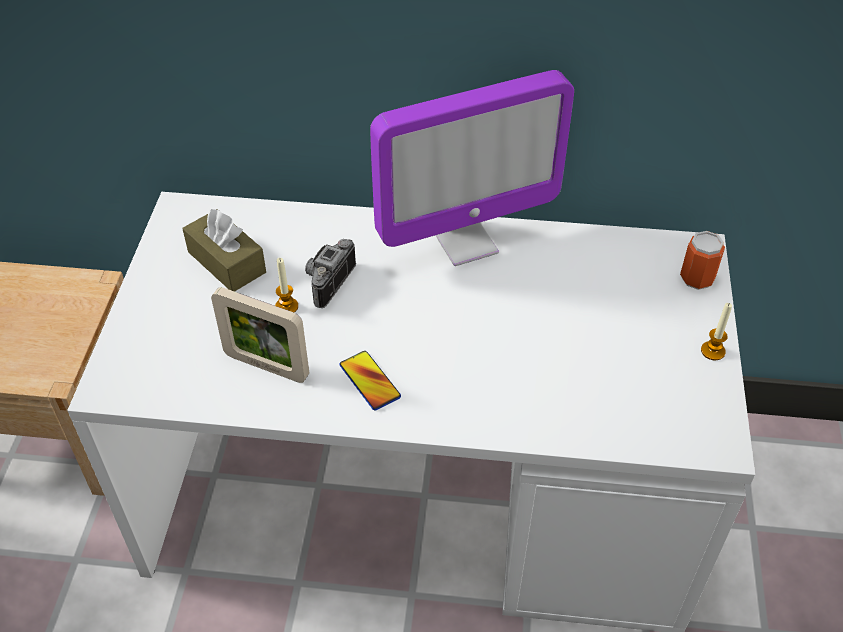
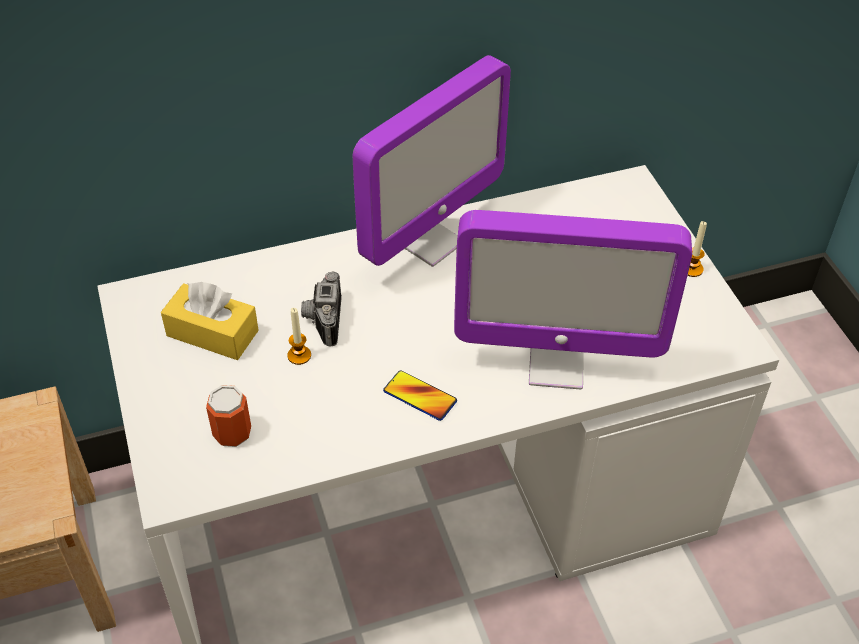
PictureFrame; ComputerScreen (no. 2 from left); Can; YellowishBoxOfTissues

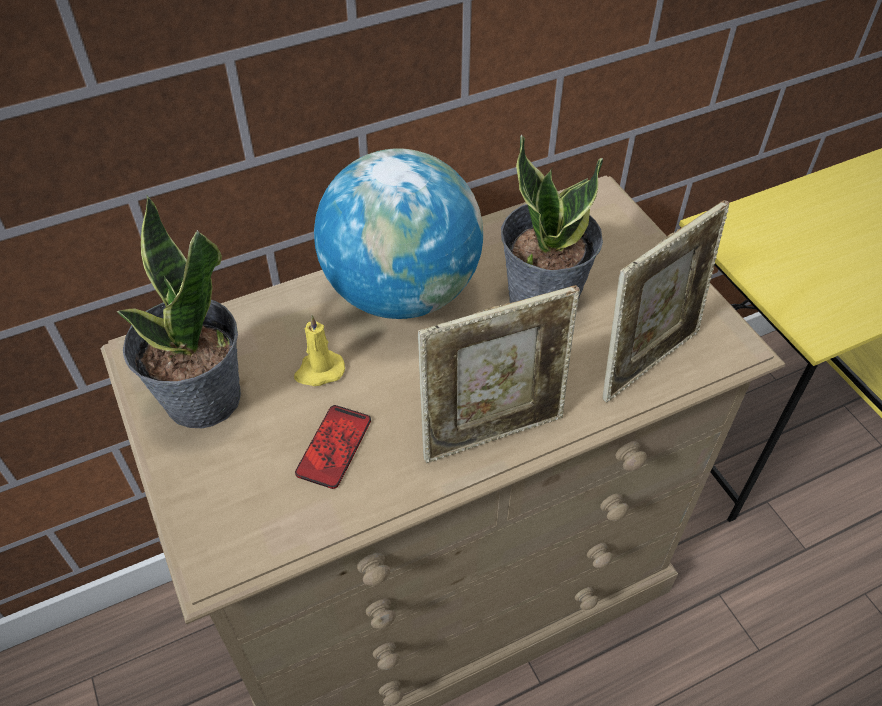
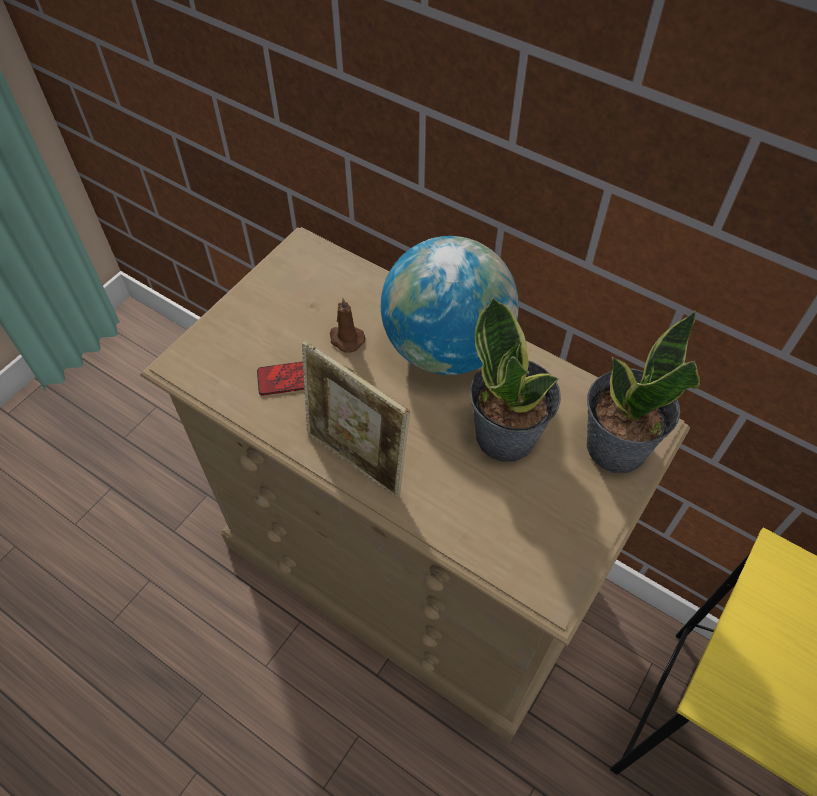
PictureFrame (no. 2 from left in the first image); PottedPlant (no. 2 from left); BrownWaxCandle

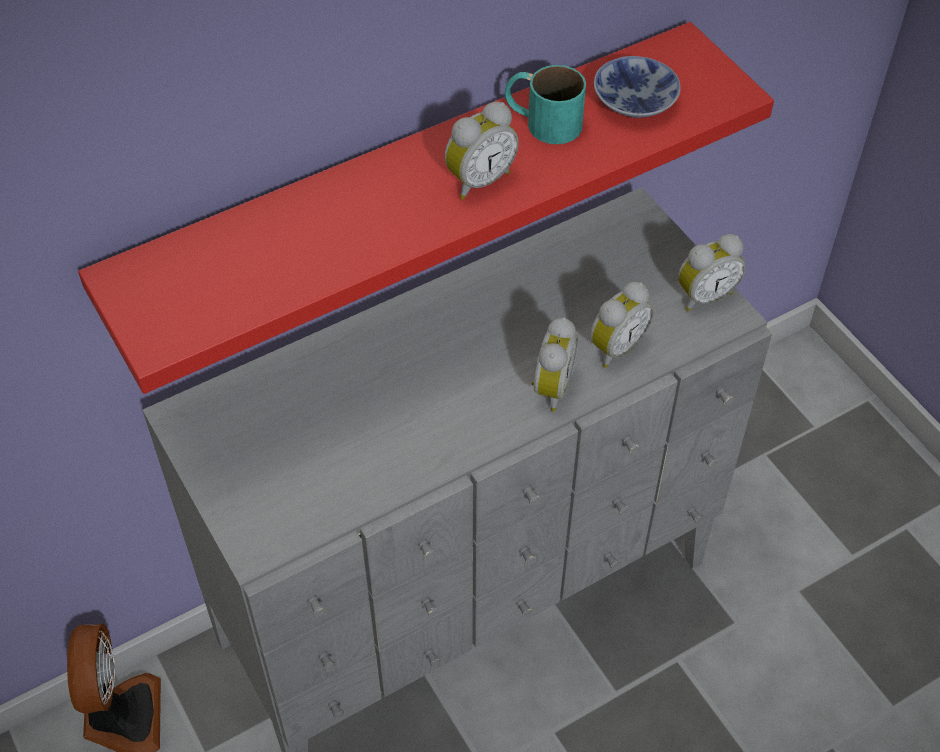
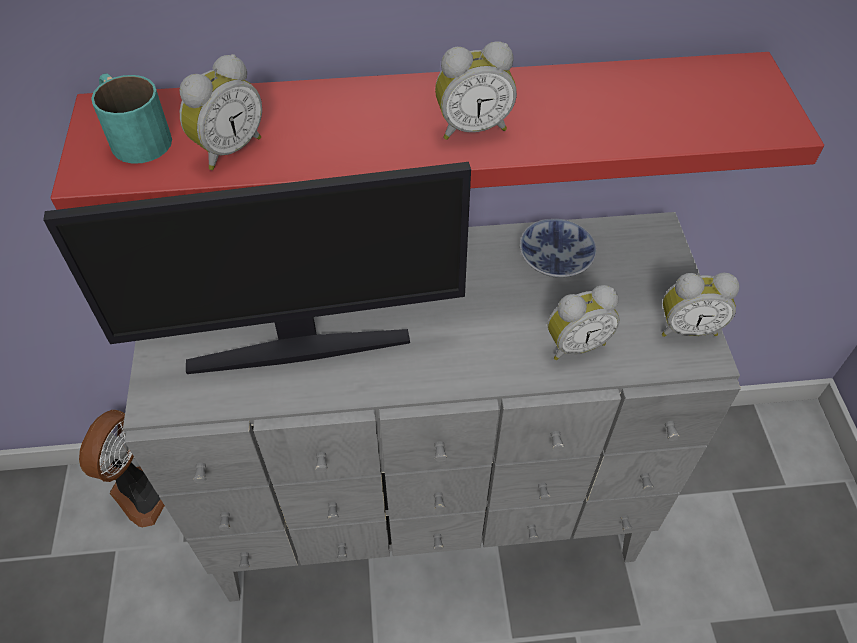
ComputerScreen; TurquoiseMug; TableClock (no. 1 from left); ServingBowl

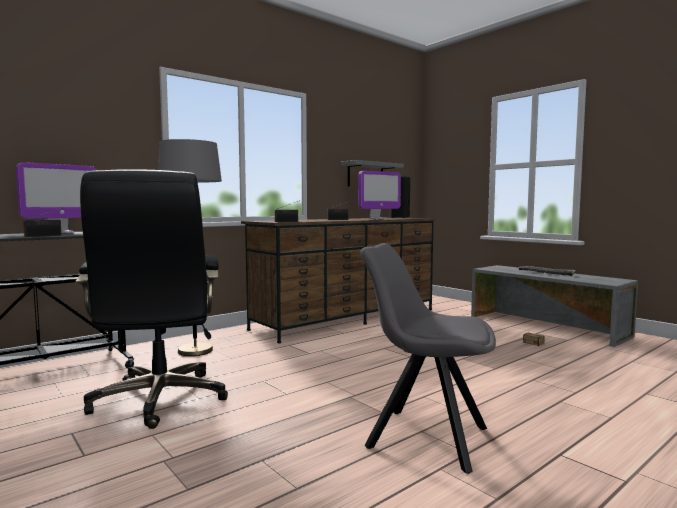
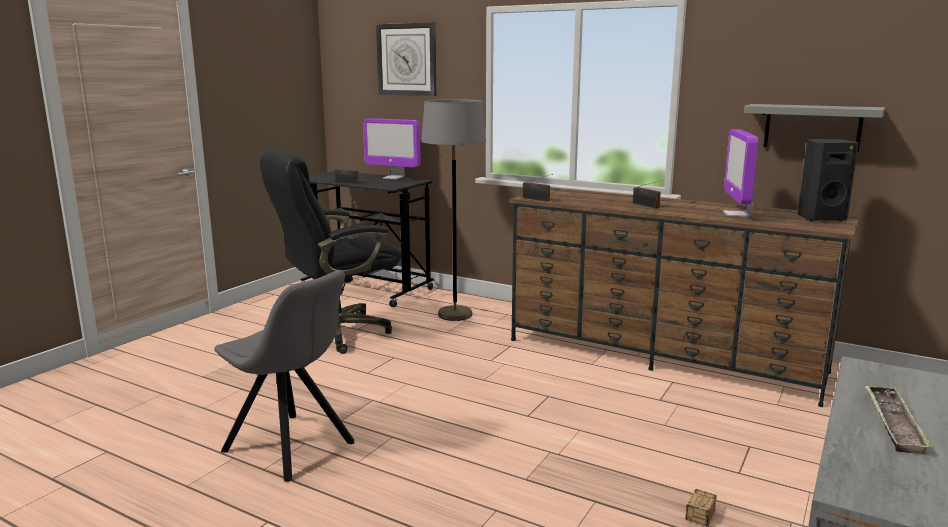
HangingClock; ComputerScreen (no. 2 from left); GrayPlainChair

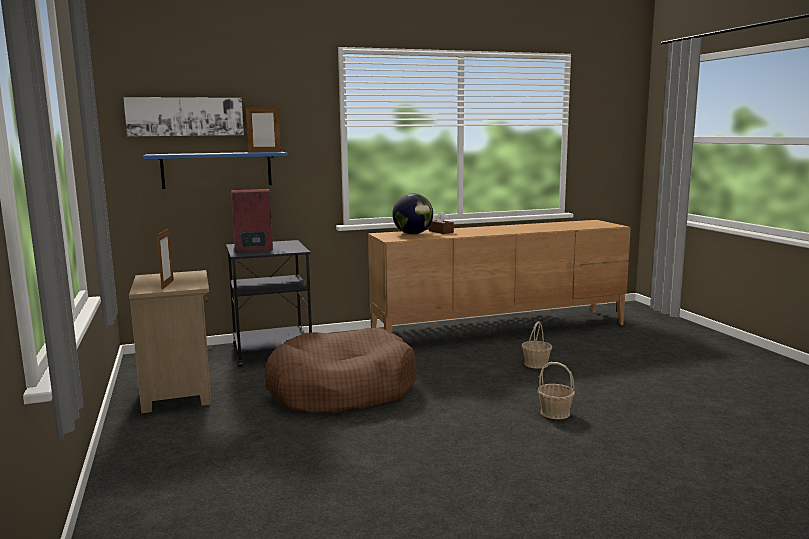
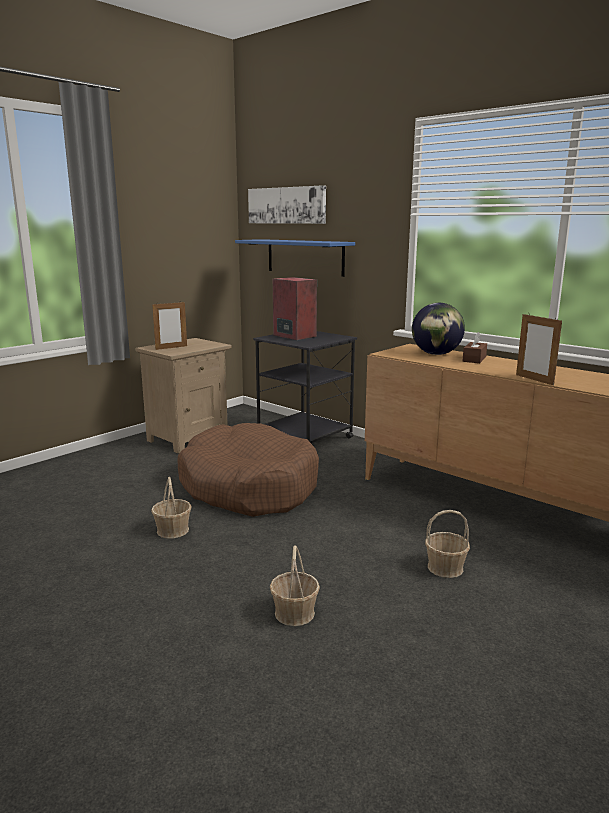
Basket (no. 1 from left); PictureFrame (no. 2 from left)

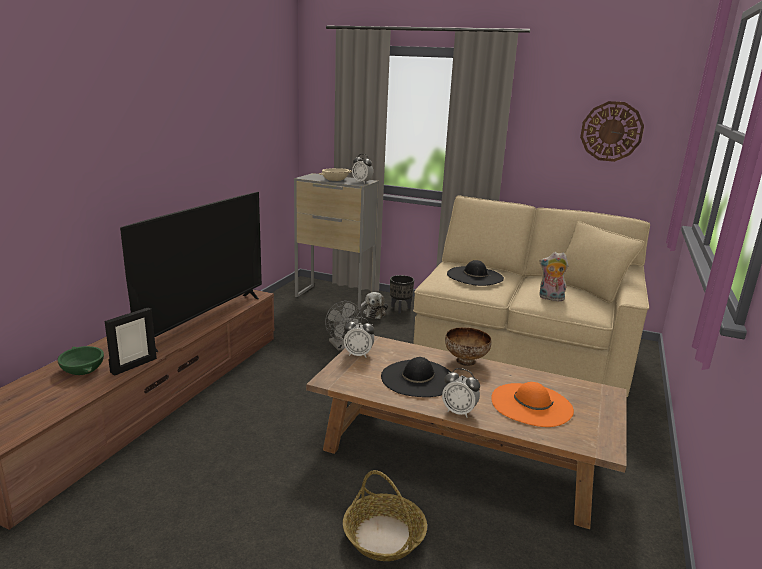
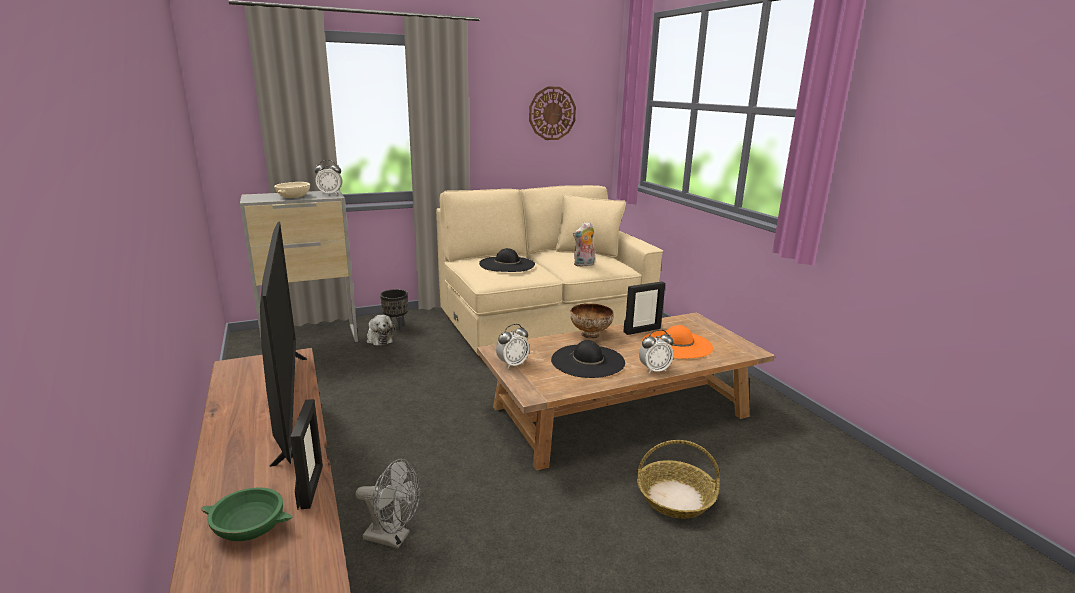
PictureFrame (no. 2 from left); GrayCoolingFan

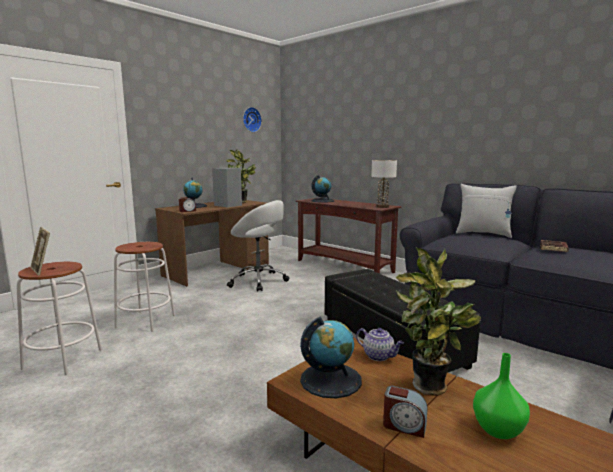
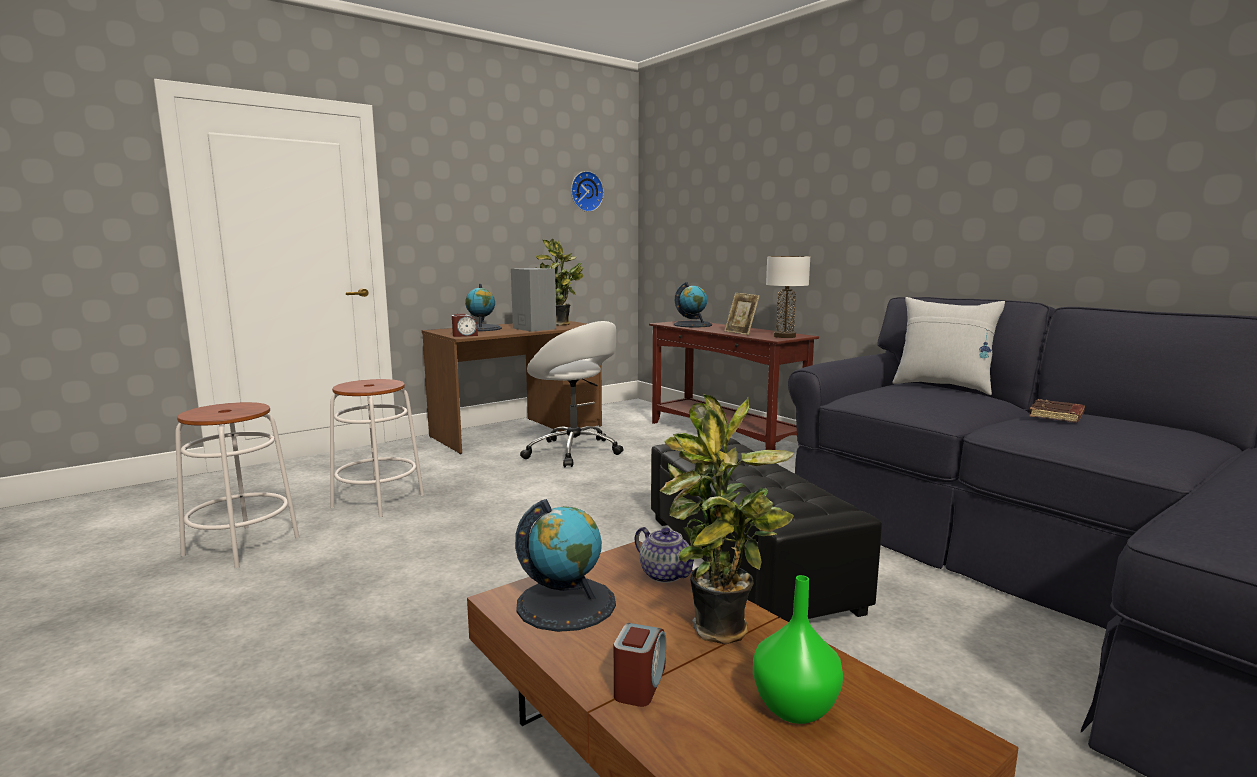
PictureFrame; TableClock (no. 2 from left)

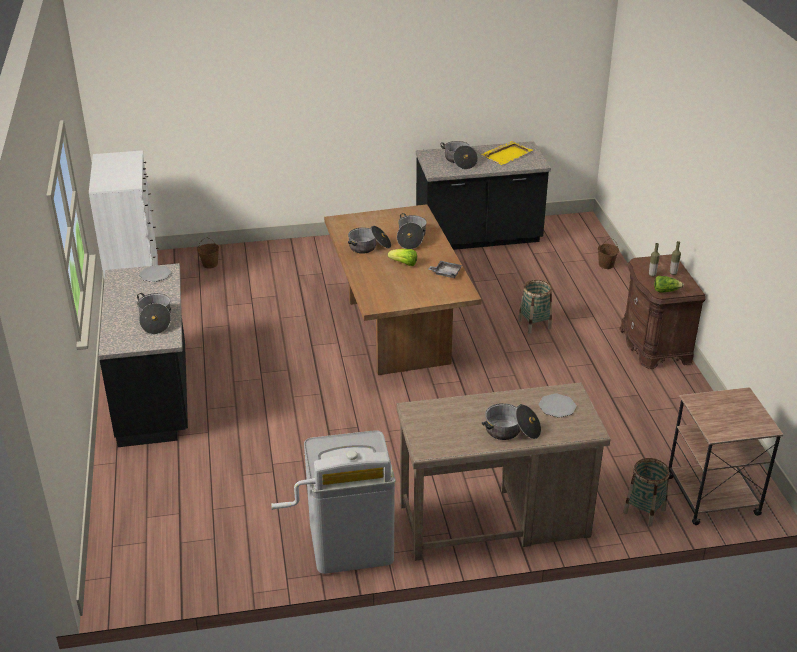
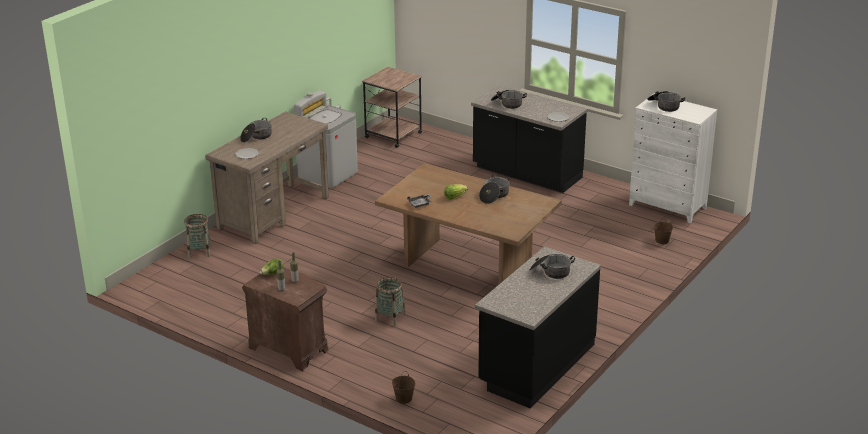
YellowishTray; CookingPot (no. 5 from left); BrownCart

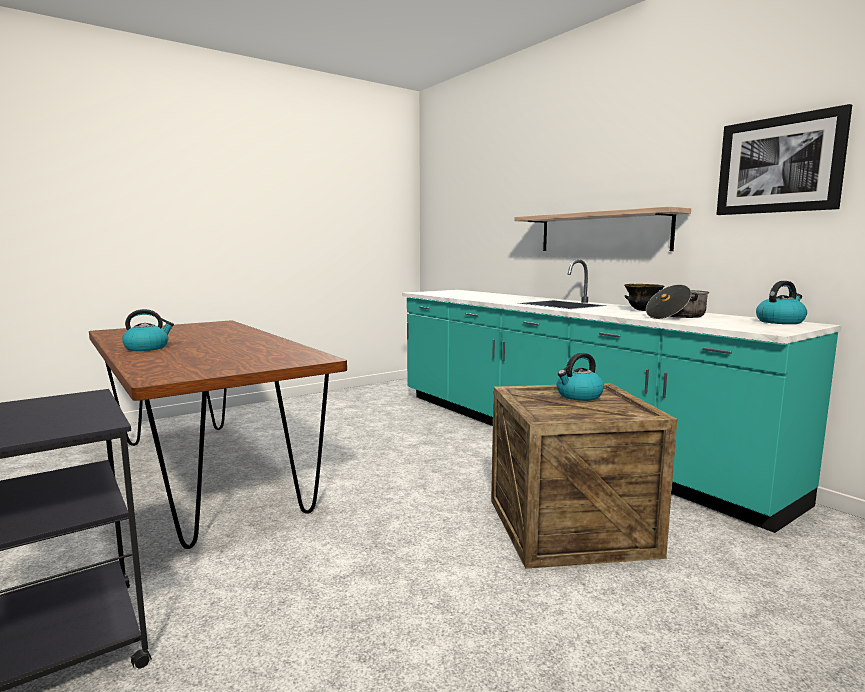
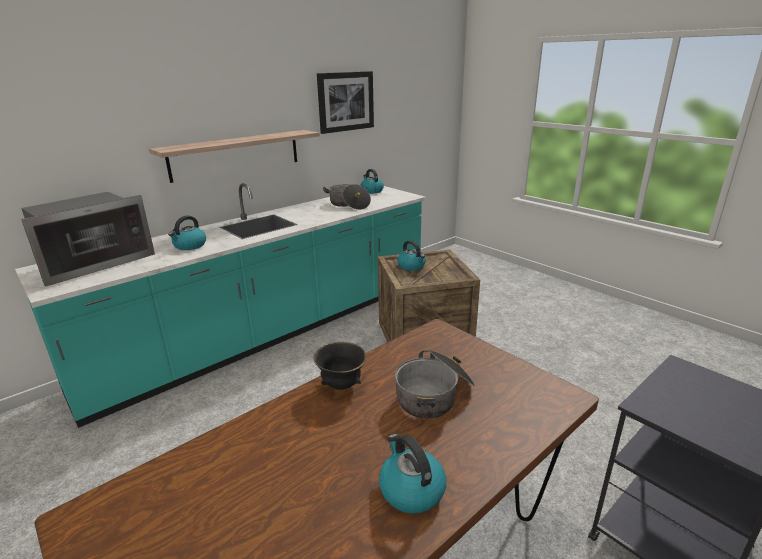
KitchenMicrowave; TeaKettle (no. 1 from left); CookingPot (no. 2 from left); BlackColouredServingBowl

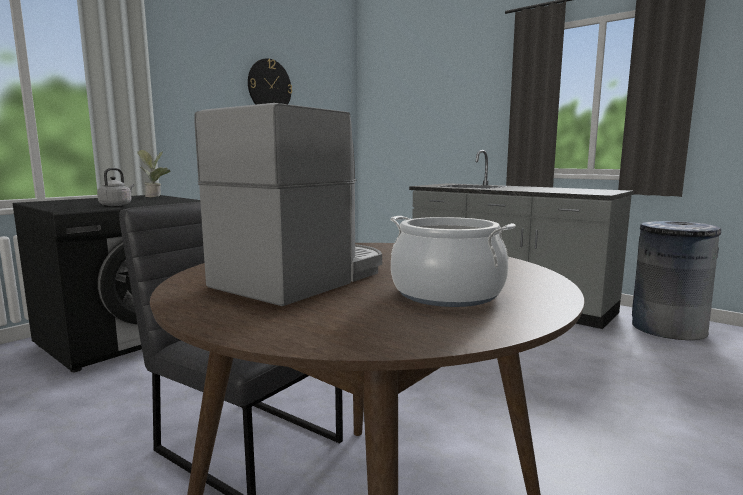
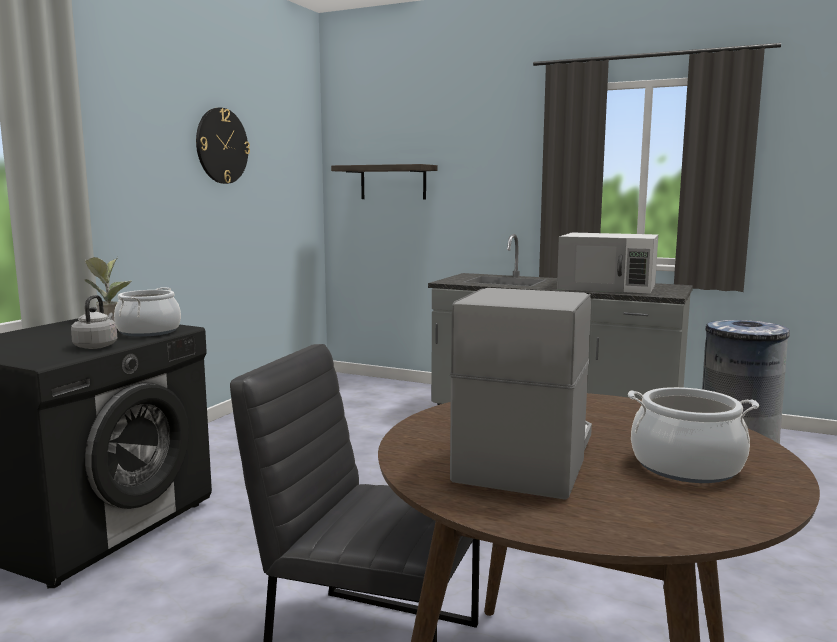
CookingPot (no. 1 from left); Shelf; WhitishKitchenMicrowave

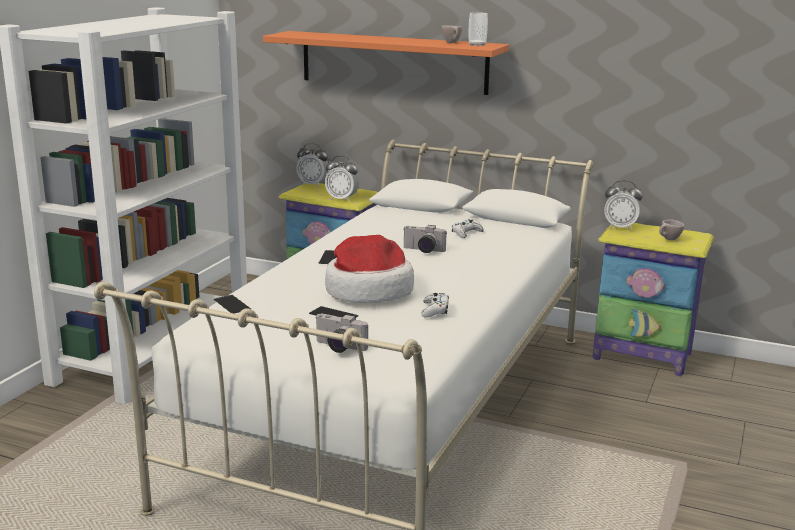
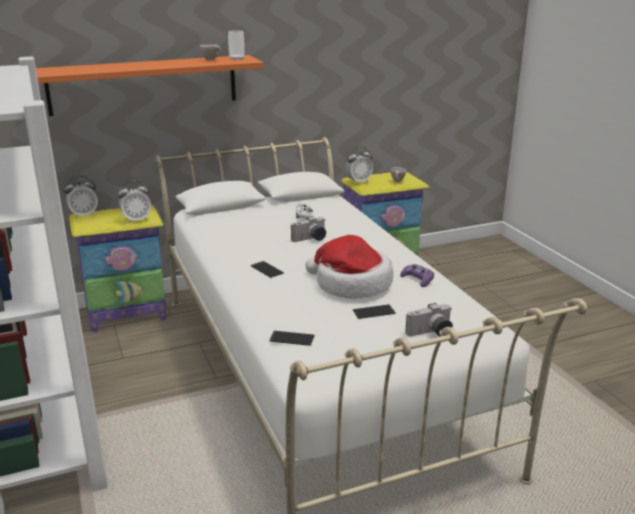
PurpleJoypad

